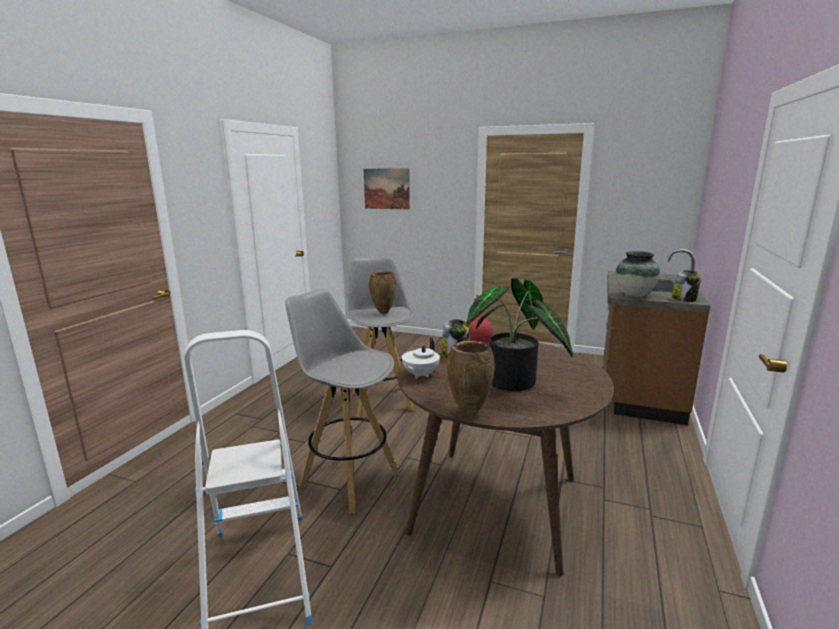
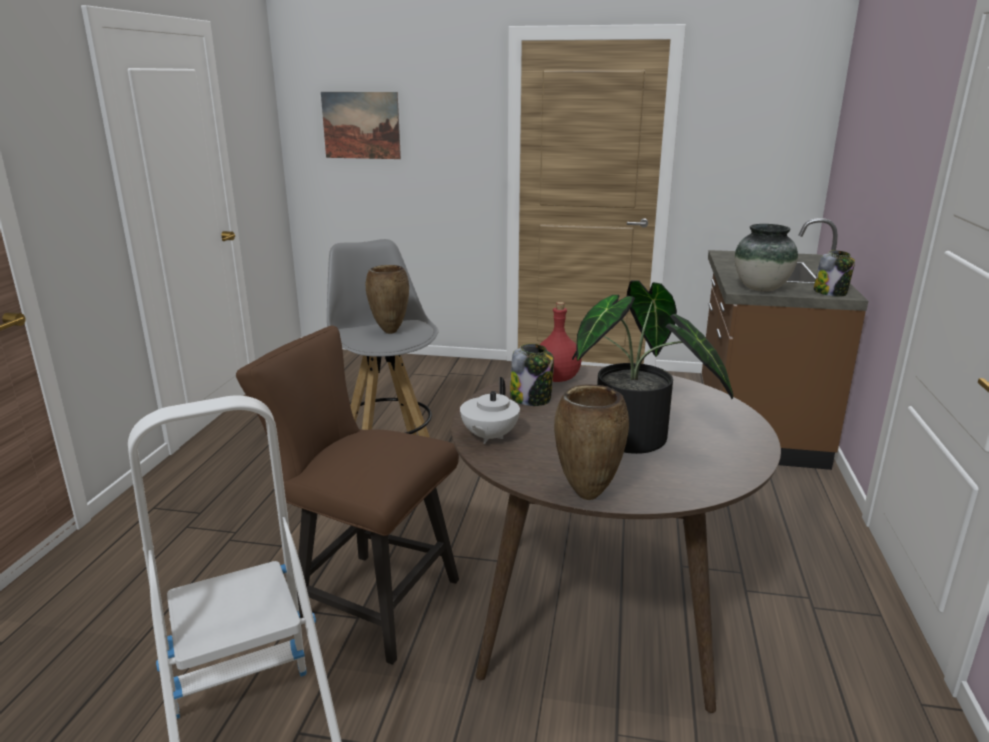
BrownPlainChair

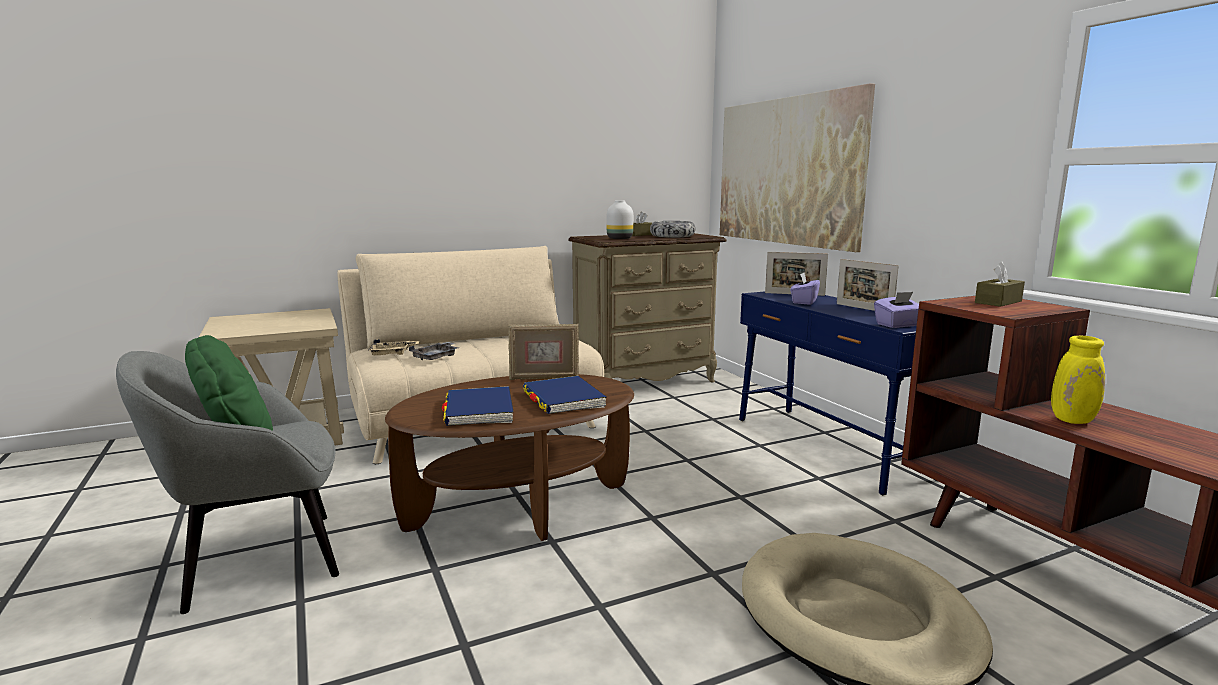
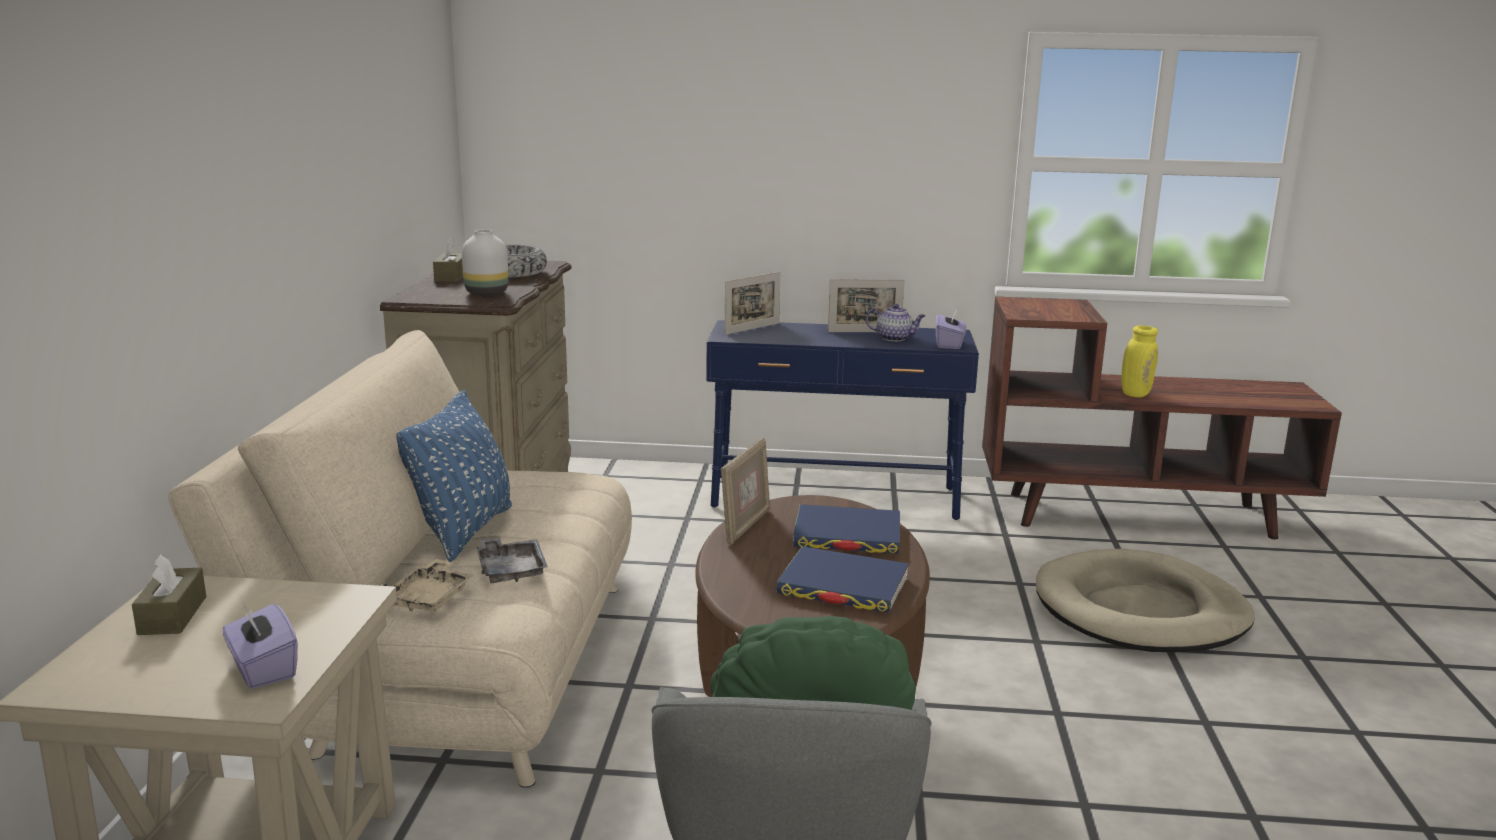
WallArt; BlueColouredThrowPillow; PotForTea; PurpleBoxOfTissues (no. 1 from left); BrownBoxOfTissues (no. 1 from left)

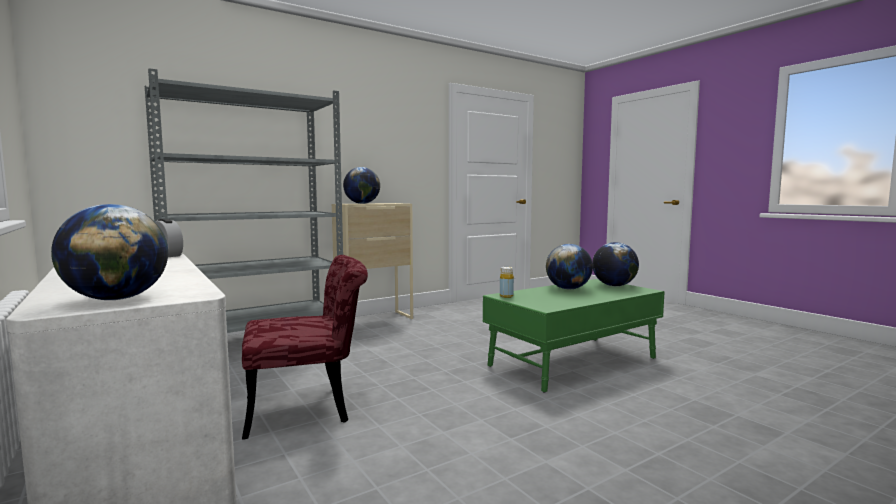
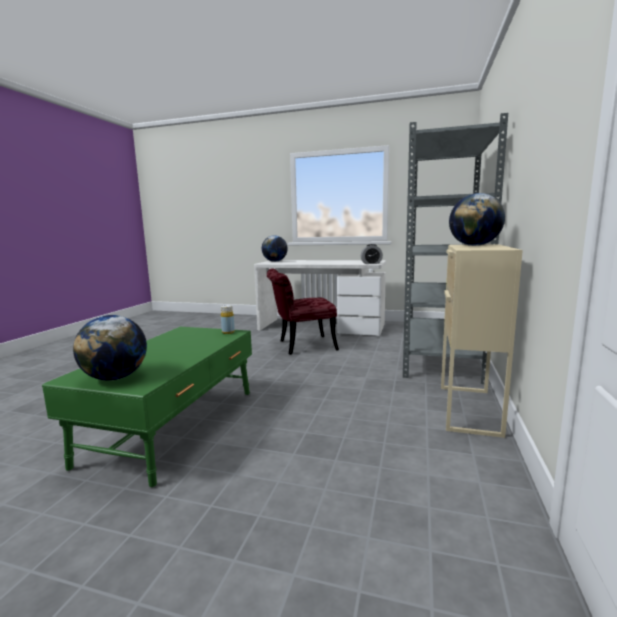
DeskGlobe (no. 3 from left in the first image); RedColouredPlainChair

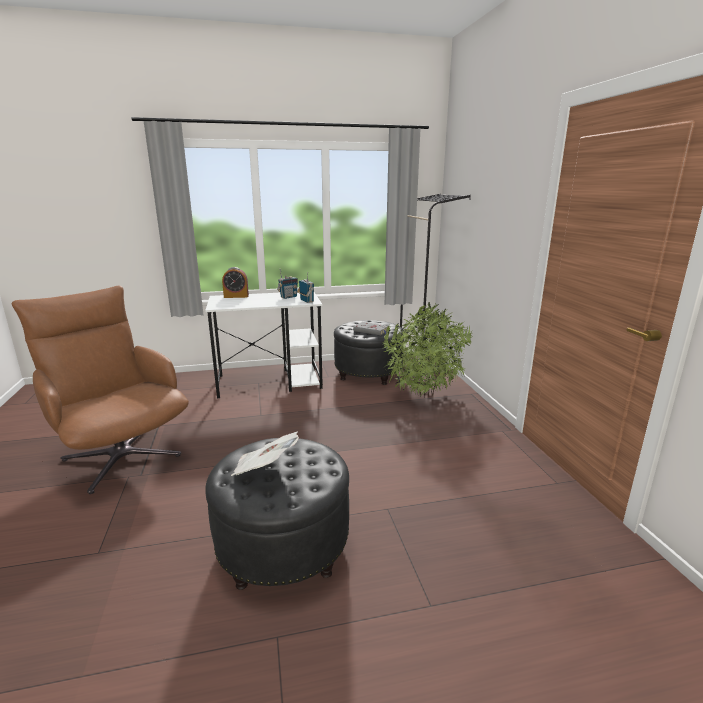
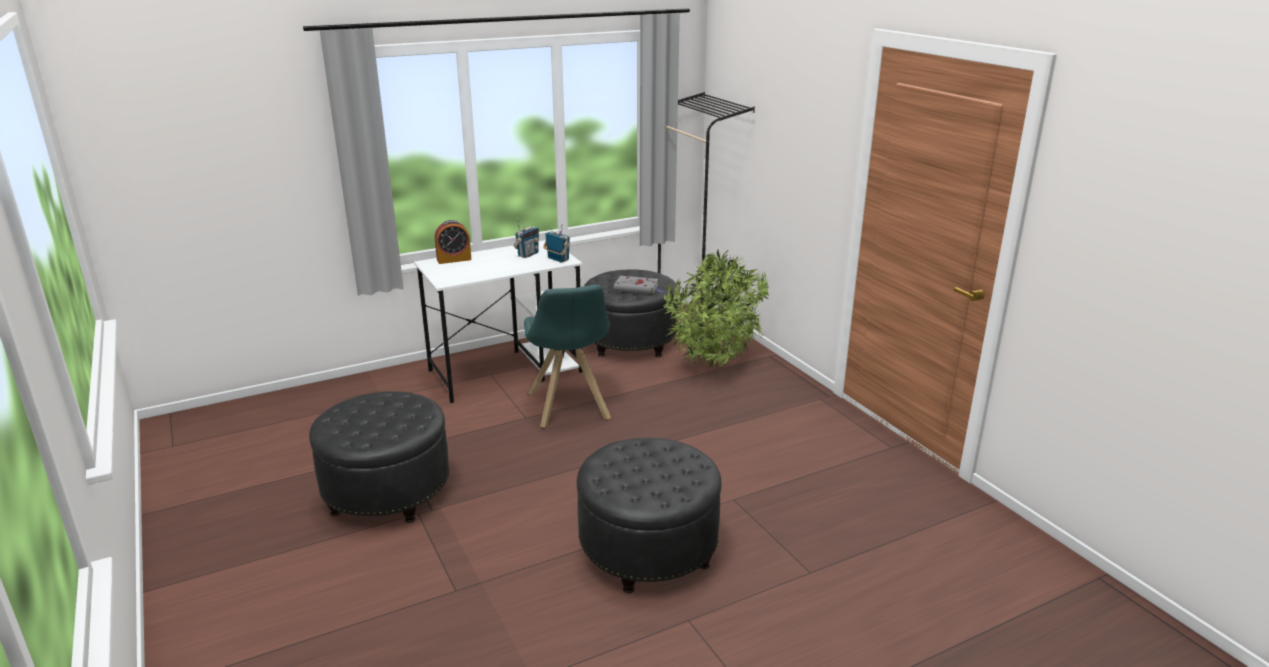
DailyPaper; TurquoisePlainChair; BlackColouredPouffe (no. 1 from left)

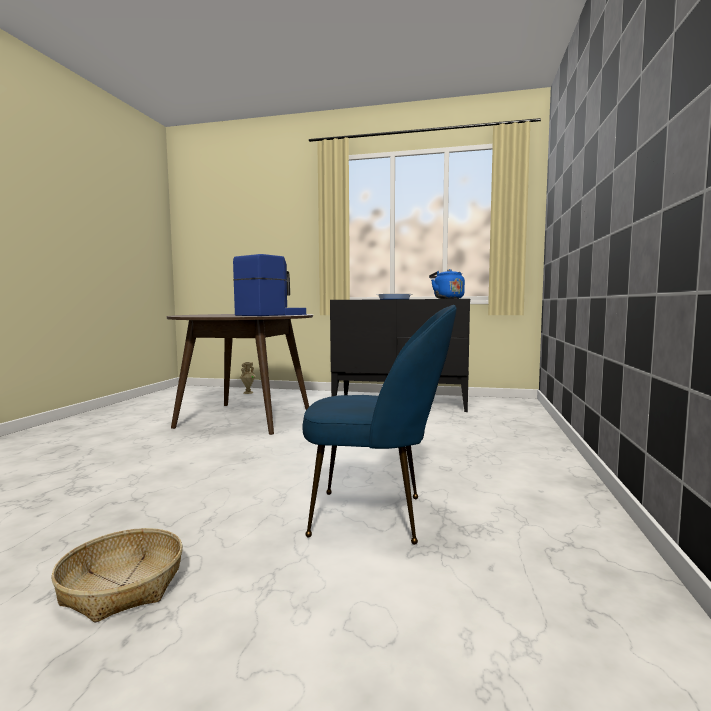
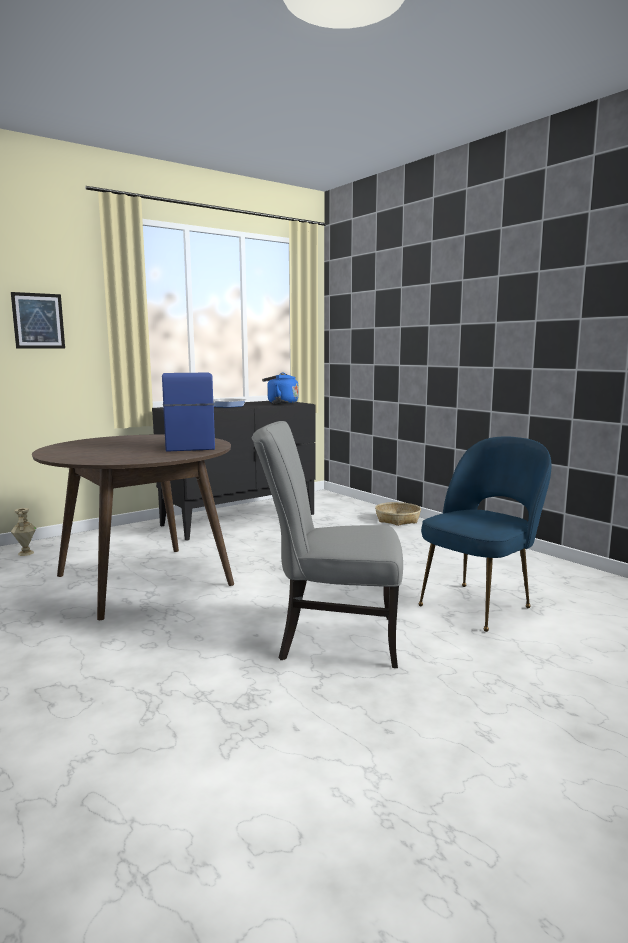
WallArt; GrayPlainChair; Basket

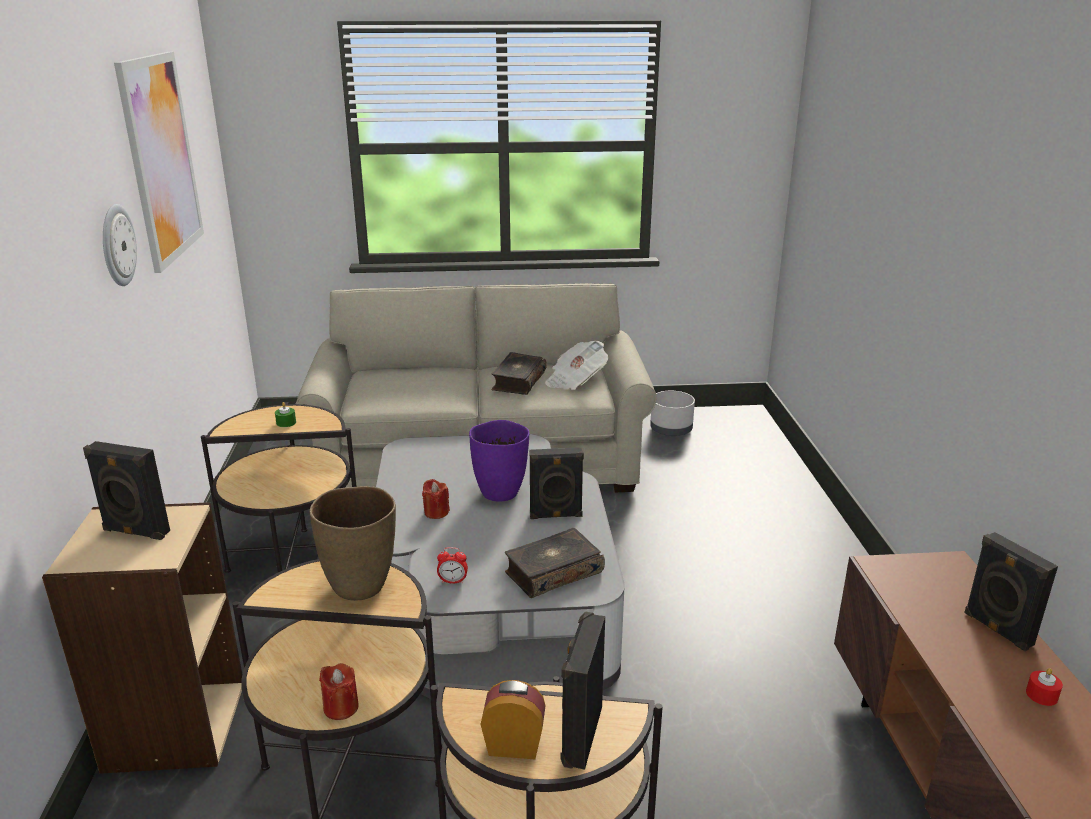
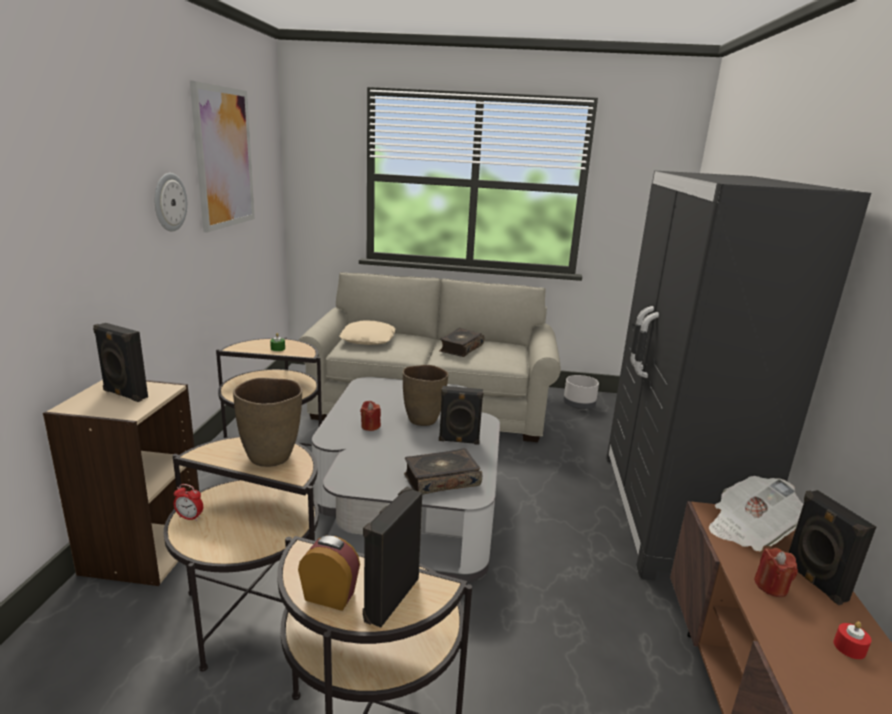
BeigeColouredThrowPillow; BlackColouredCabinet; RedColouredWaxCandle (no. 2 from left); TableClock (no. 1 from left); DailyPaper; BrownFlowerVase (no. 2 from left)

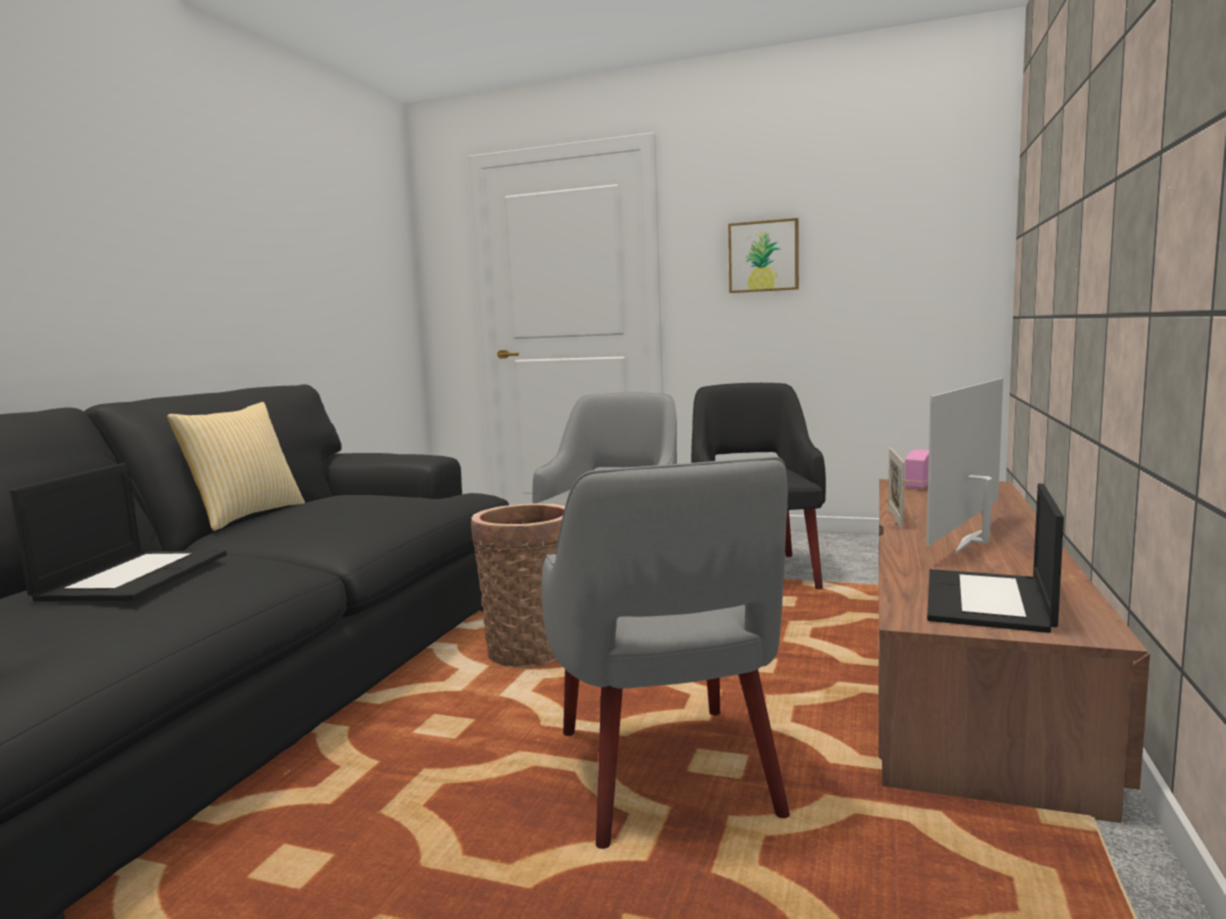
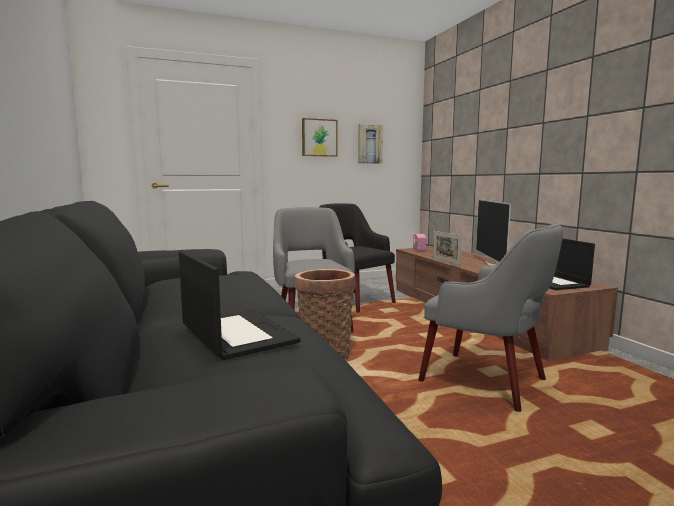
ThrowPillow; WallArt (no. 2 from left)

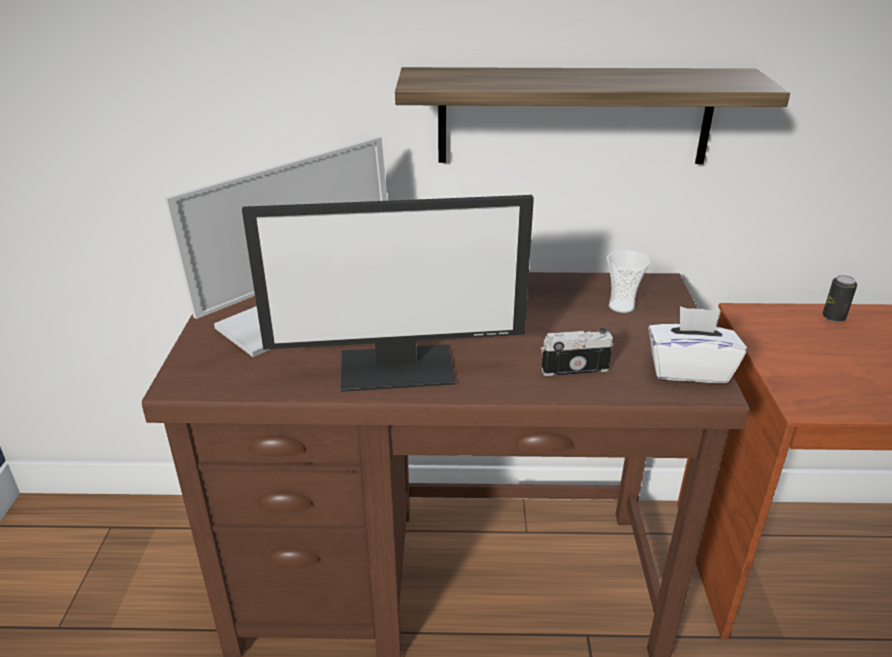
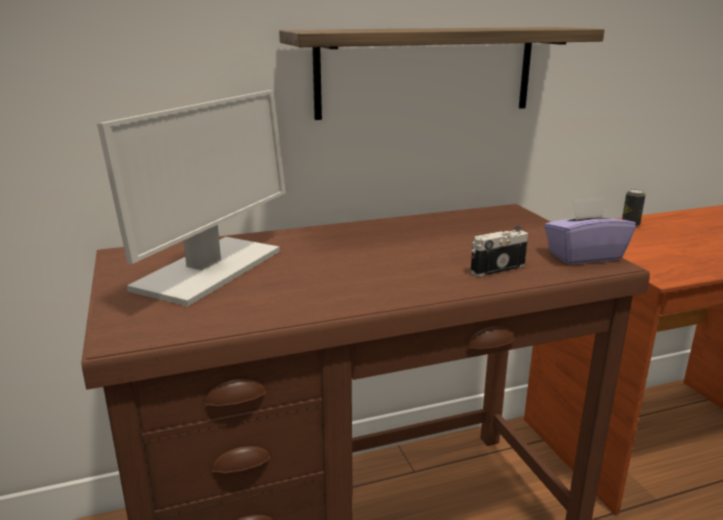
ComputerScreen (no. 2 from left in the first image); DrinkingCup; PurpleBoxOfTissues

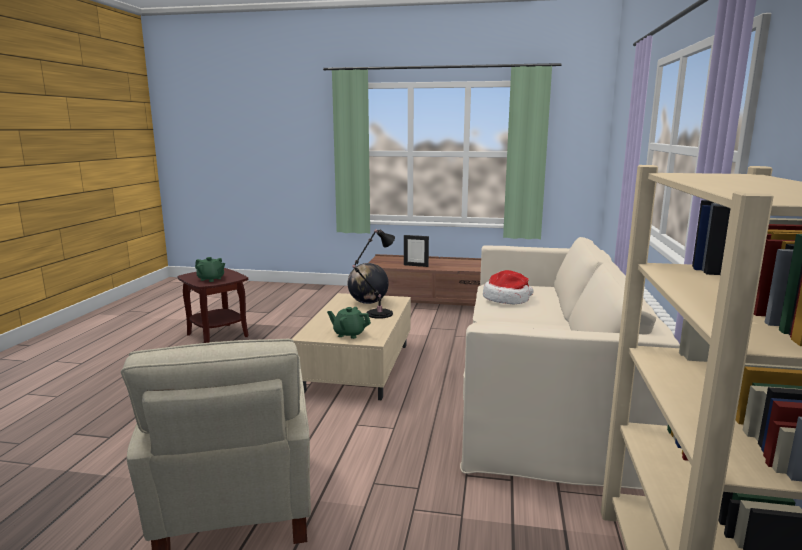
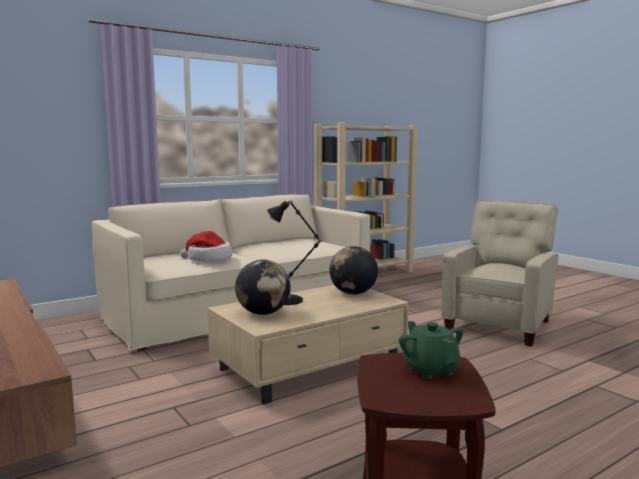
PictureFrame; DeskGlobe (no. 2 from left)

